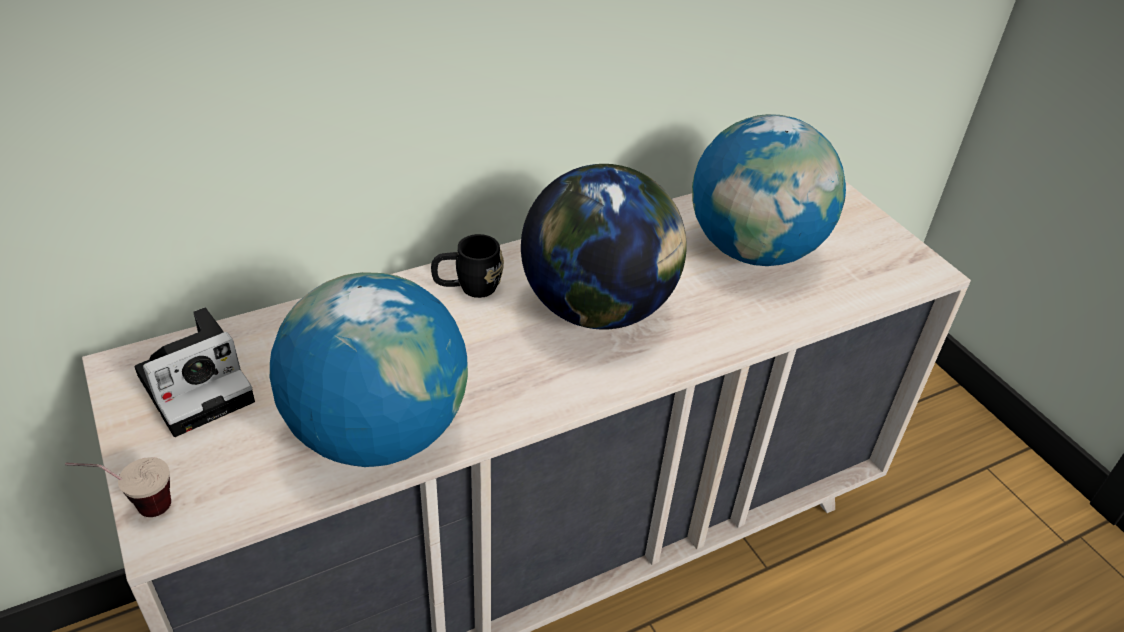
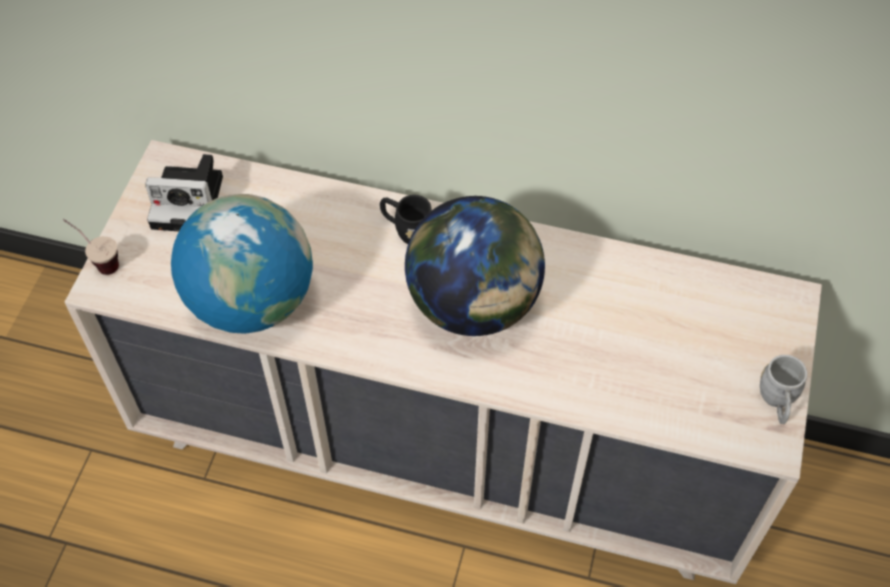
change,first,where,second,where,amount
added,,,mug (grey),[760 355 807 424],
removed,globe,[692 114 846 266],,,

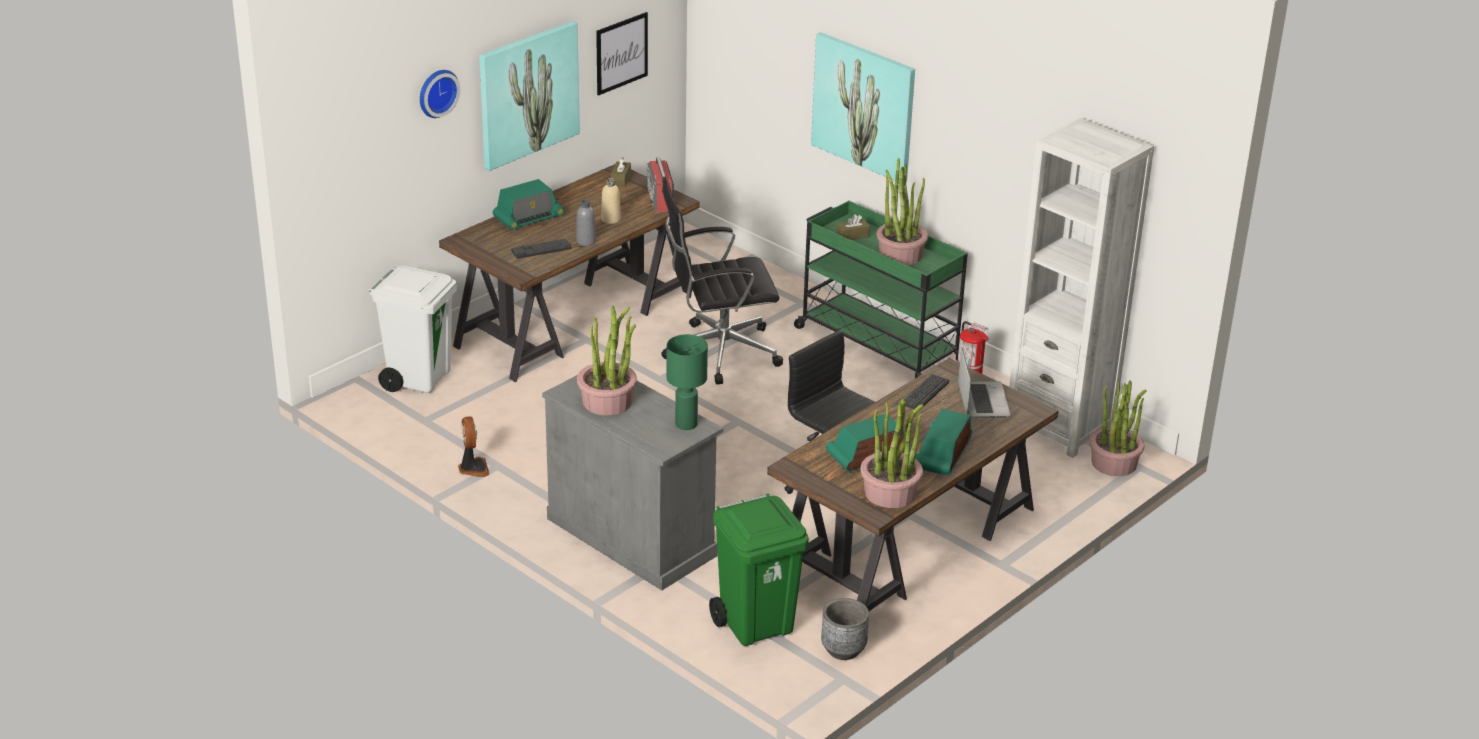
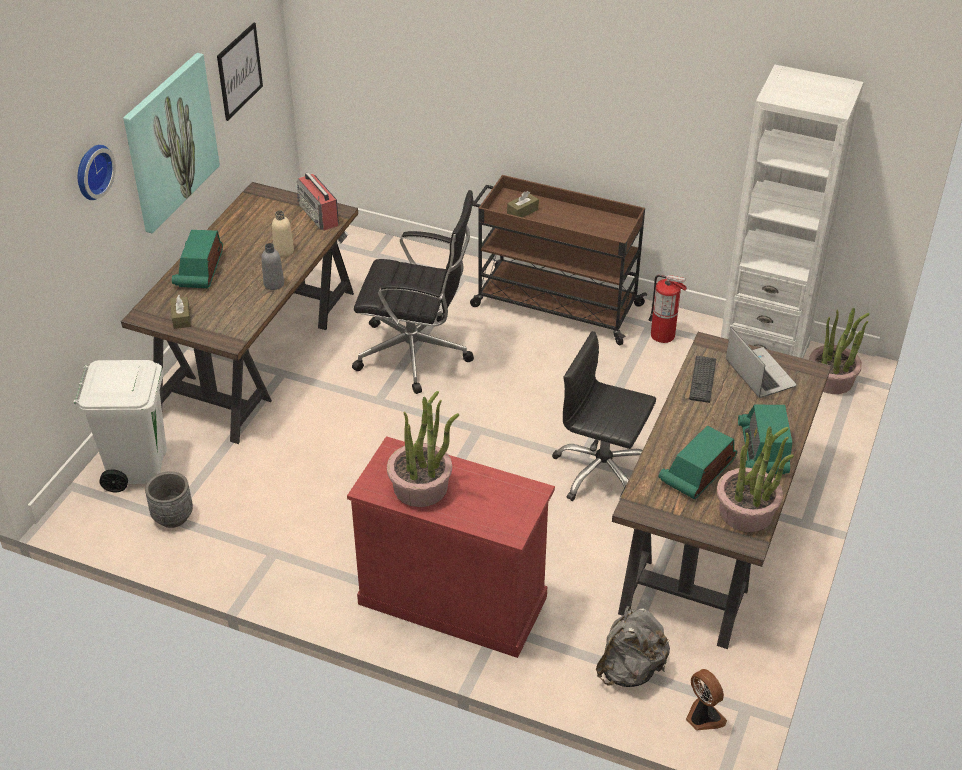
change,first,where,second,where,amount
moved,planter (grey),[821 598 869 660],,[145 471 193 528],
moved,tissue box (brown),[611 157 631 186],,[170 295 191 329],
turned,radio,[493 179 564 231],,[172 230 223 288],150 degrees clockwise
recoloured,cabinet (grey),[542 375 723 591],cabinet (red),[347 436 555 658],
turned,office chair (black),[661 179 783 384],,[352 190 474 394],135 degrees counterclockwise
recoloured,cart (green),[794 201 968 378],cart (brown),[470 175 647 345],
replaced,trash can (green),[709 494 809 646],backpack (grey),[596 606 670 687],
moved,fan,[458 416 490 477],,[686 669 727 730],
removed,keyboard,[511 239 572 259],,,
removed,table lamp (green),[666 334 708 430],,,
removed,picture,[811 32 915 182],,,
removed,potted plant,[876 158 928 265],,,

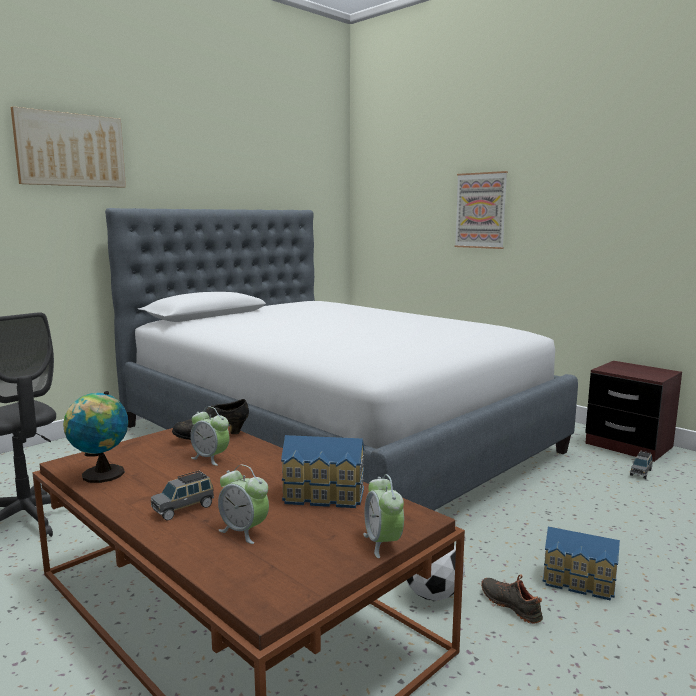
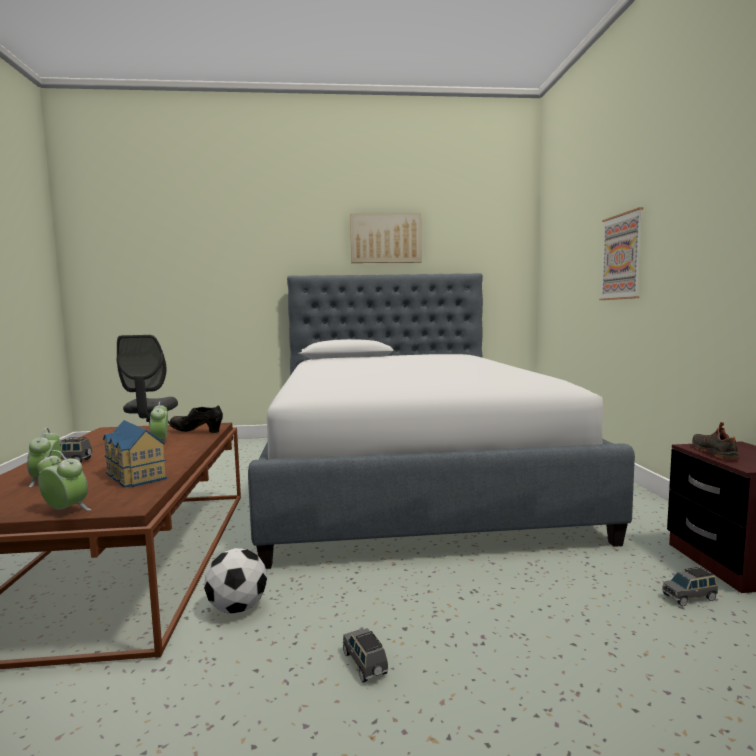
change,first,where,second,where,amount
turned,alarm clock,[363 474 404 558],,[37 450 91 511],90 degrees clockwise
replaced,toy house,[543 526 620 601],toy car (grey),[342 628 388 682],
moved,picture,[11 106 126 188],,[350 214 421 263],
moved,shoe (black),[481 575 543 624],,[692 422 740 460],
removed,globe,[63 391 128 483],,,

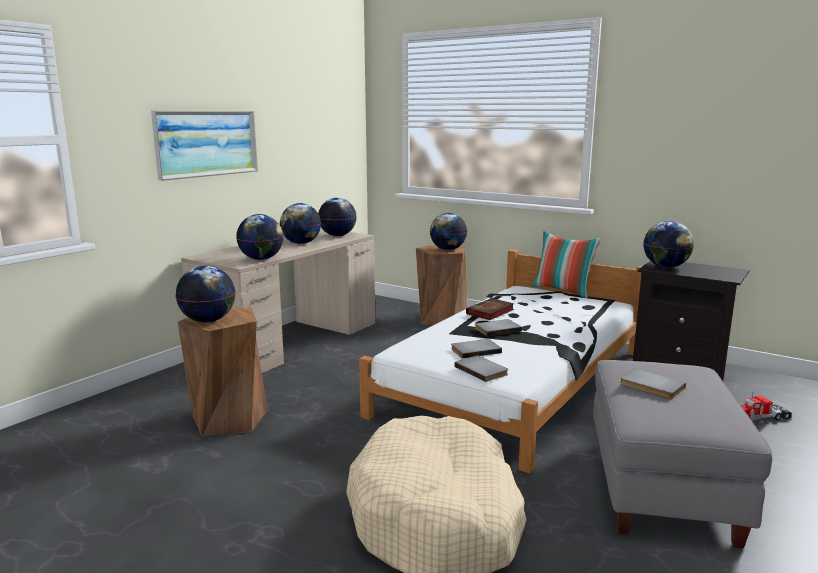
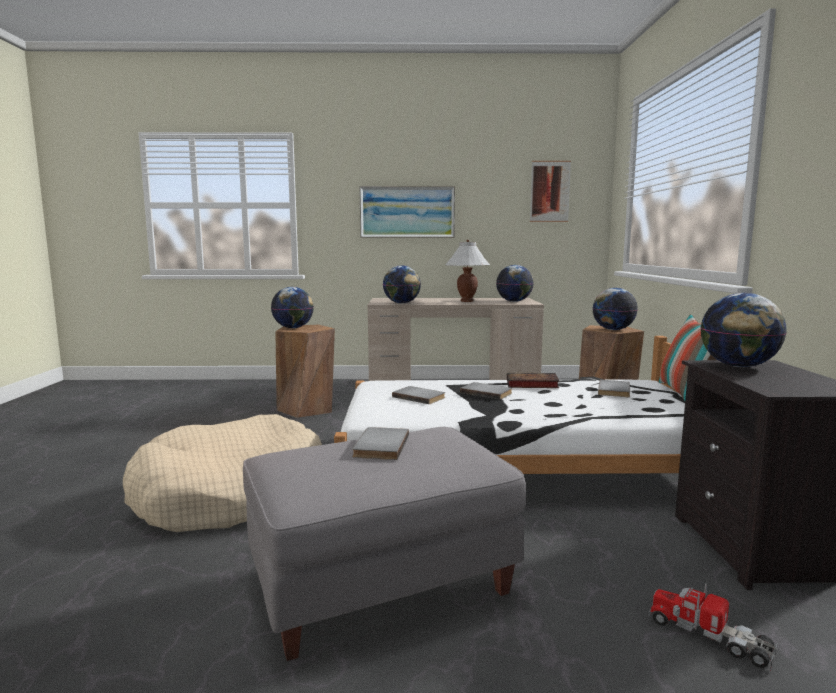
change,first,where,second,where,amount
replaced,globe,[280 203 321 244],table lamp (white),[445 240 490 302],
added,,,picture,[530 161 571 222],
moved,book (grey),[454 356 508 382],,[598 380 630 397],

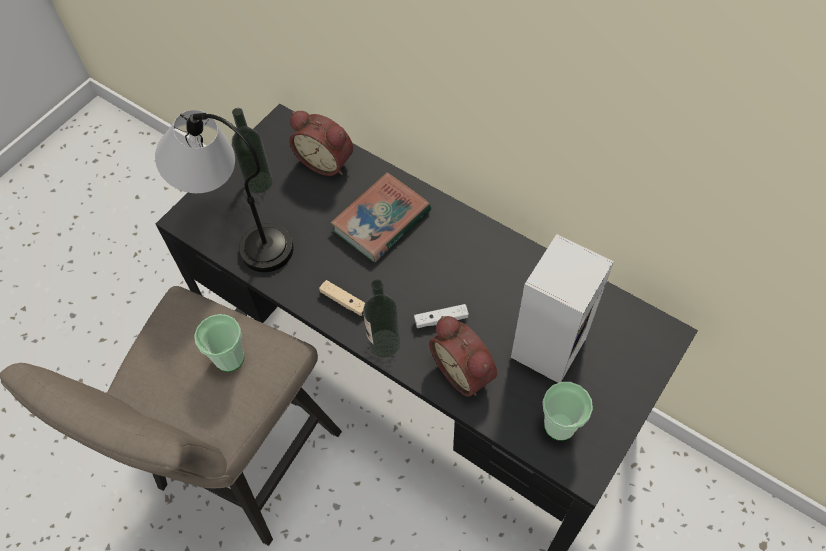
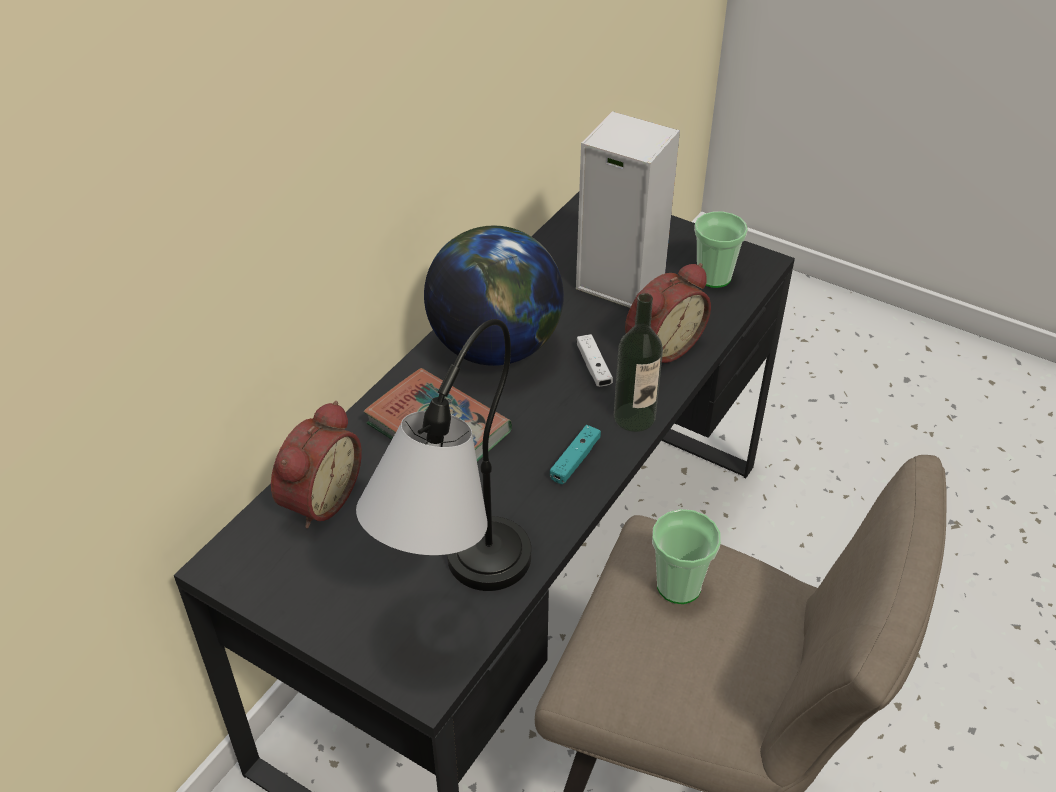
change,first,where,second,where,amount
added,,,globe,[424 226 564 366],
recoloured,game controller (beige),[319 280 365 316],game controller (turquoise),[550 425 601 484],
removed,bottle,[232 108 273 193],,,

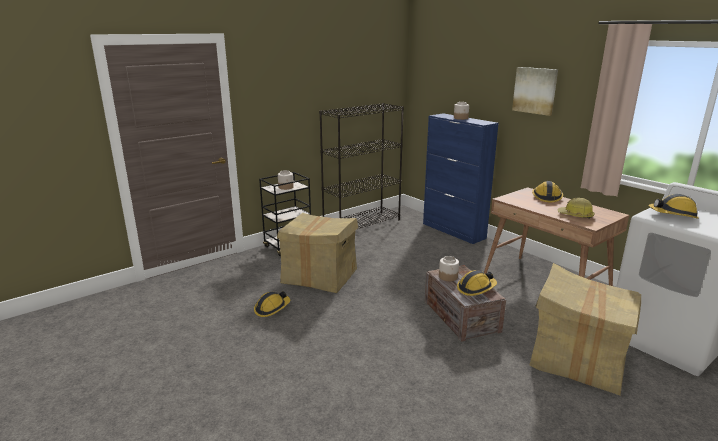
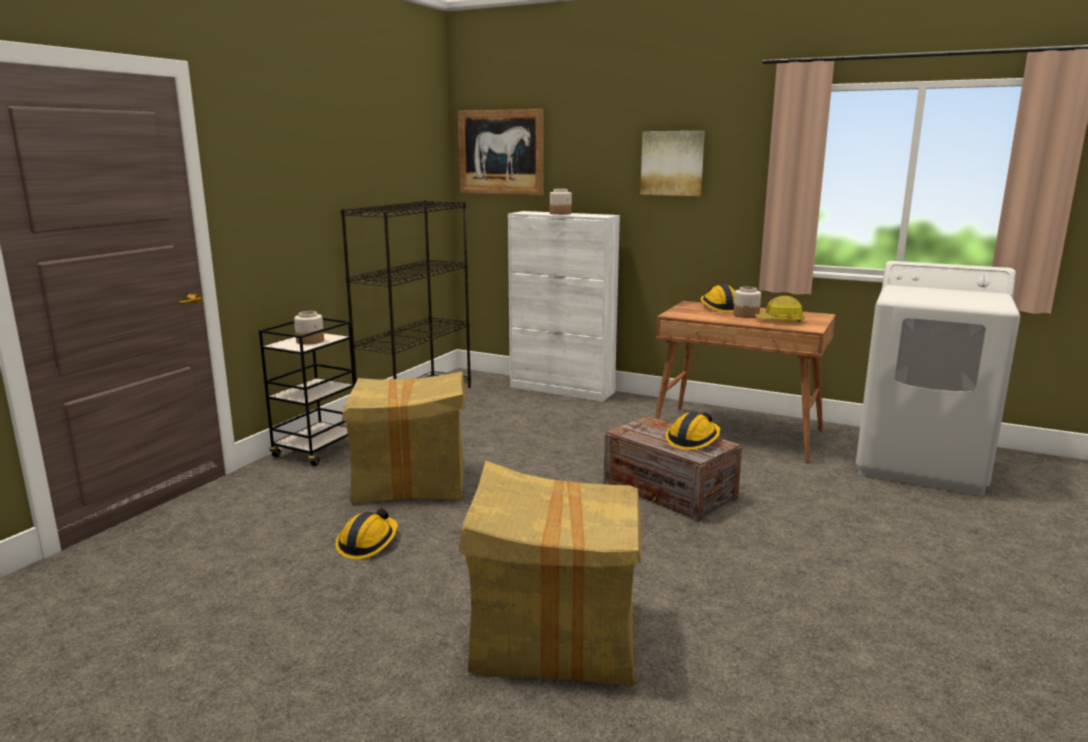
change,first,where,second,where,amount
added,,,picture,[458 109 543 195],
moved,cardboard box,[530 263 641 395],,[459 461 641 686],
recoloured,cabinet (blue),[423 113 499 244],cabinet (white),[508 211 620 402],
moved,jar,[439 256 459 281],,[733 287 761 318],
removed,hard hat,[648 194 699 219],,,

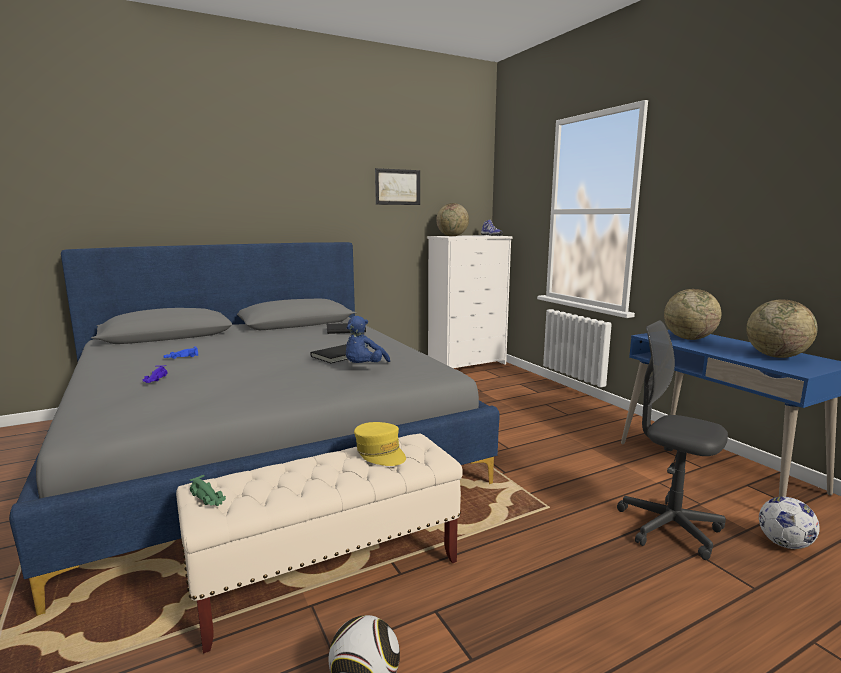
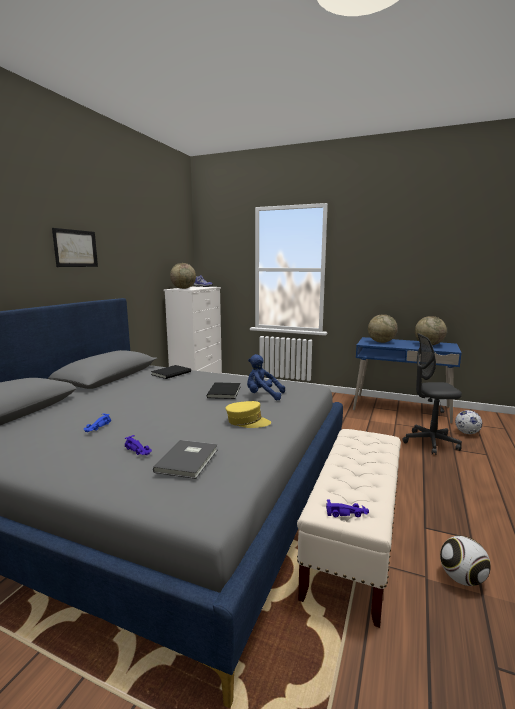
change,first,where,second,where,amount
moved,picture,[375 168 420 205],,[52 228 98 267],
added,,,book (grey),[153 440 218 479],
moved,cap (yellow),[354 422 406 466],,[226 401 271 428],
turned,plush toy (blue),[346 316 390 363],,[247 354 285 400],120 degrees clockwise
recoloured,toy car (green),[190 475 226 506],toy car (purple),[326 500 369 517],

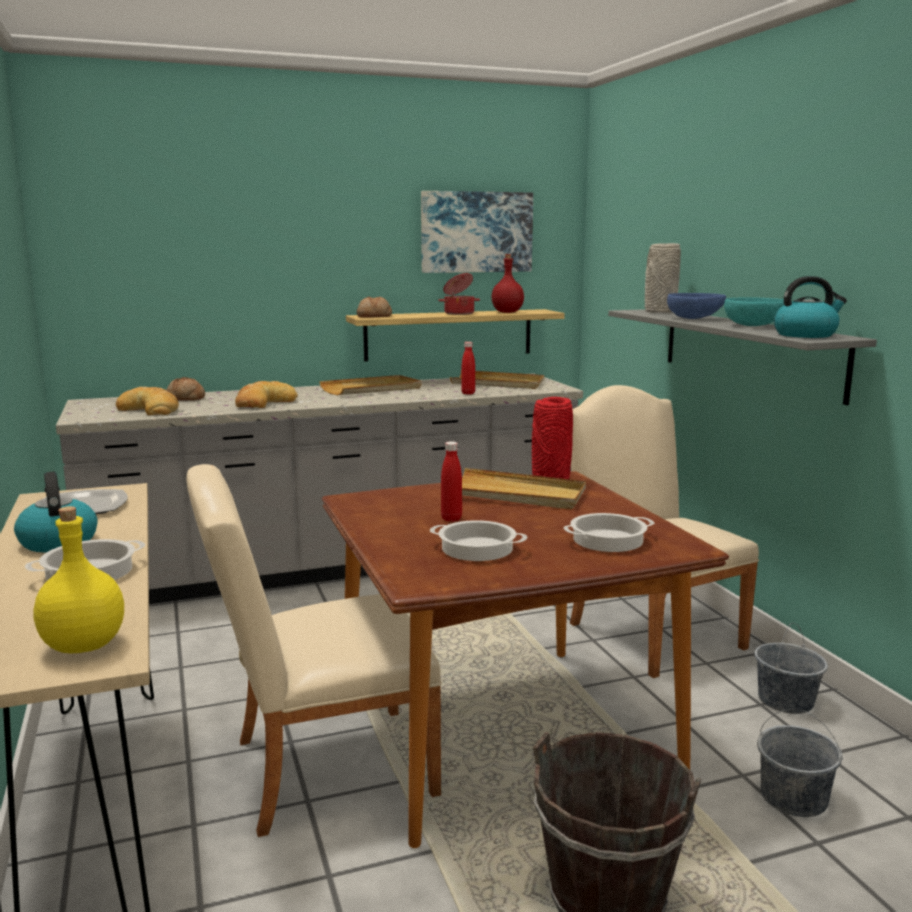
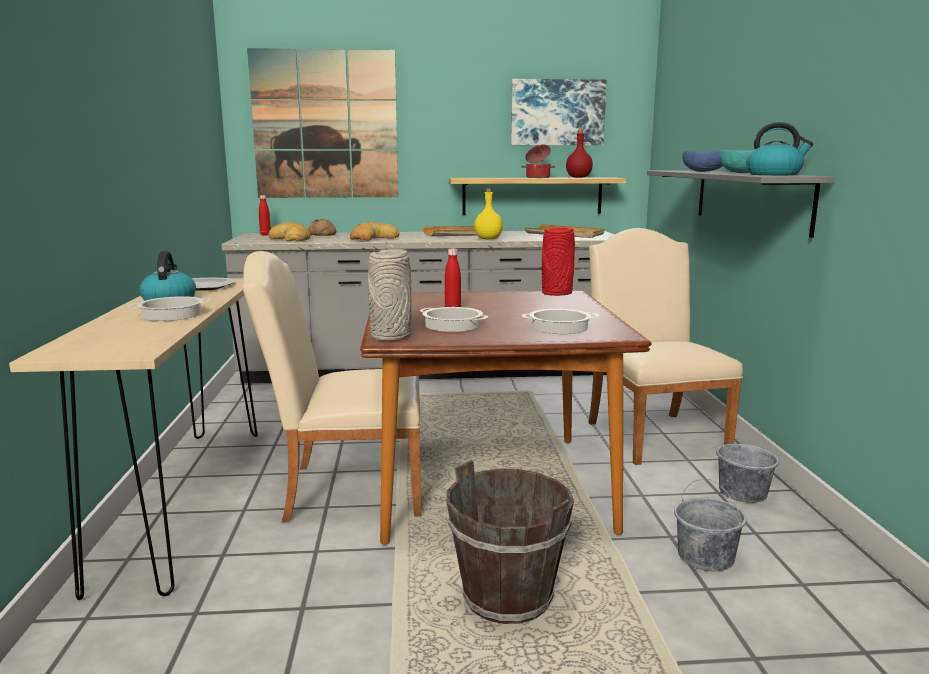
change,first,where,second,where,amount
added,,,picture,[247 48 398 198],
moved,bottle (red),[461 342 475 395],,[259 195 271 235],
moved,vase (grey),[645 243 681 313],,[368 249 412 341],
moved,bottle (yellow),[34 506 124 653],,[474 188 503 240],
removed,bread,[357 297 392 317],,,
removed,tray (beige),[462 468 586 510],,,

